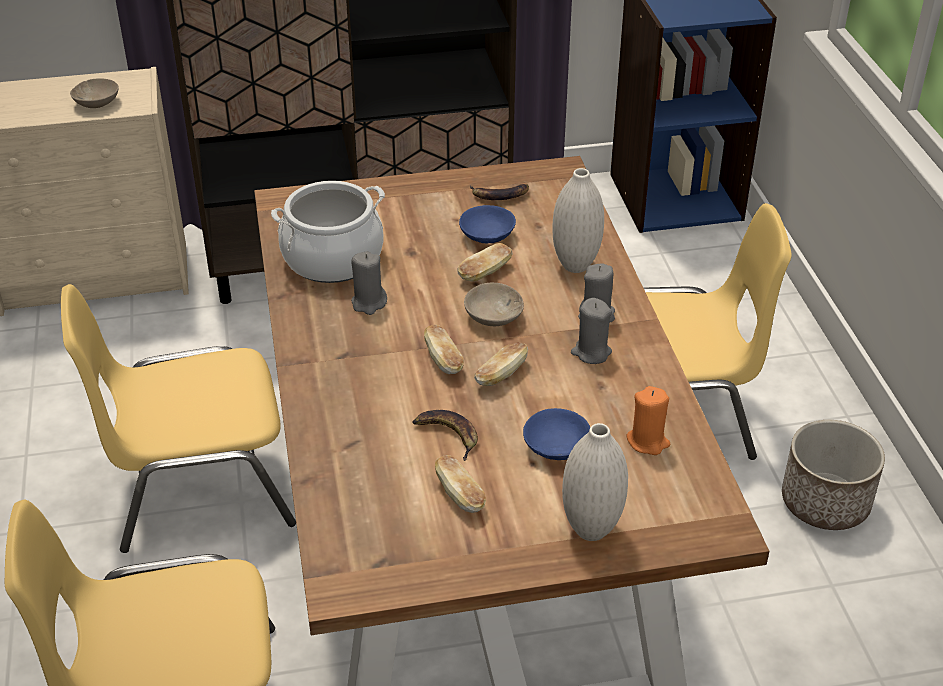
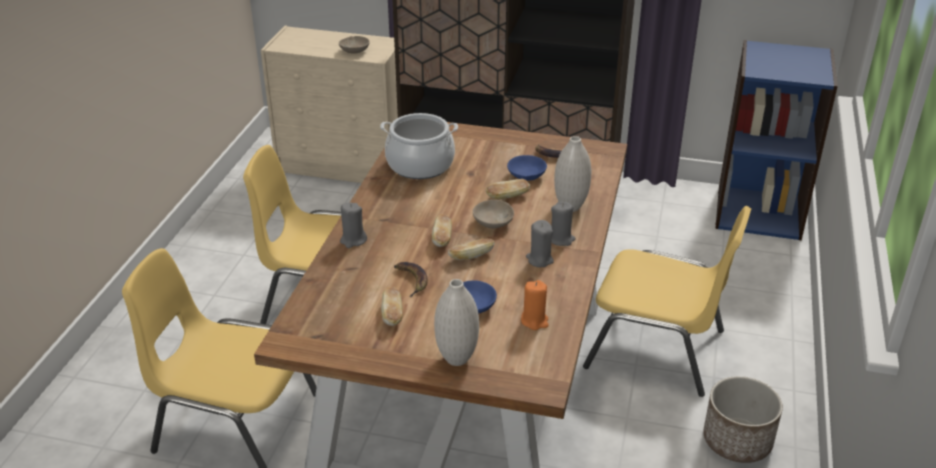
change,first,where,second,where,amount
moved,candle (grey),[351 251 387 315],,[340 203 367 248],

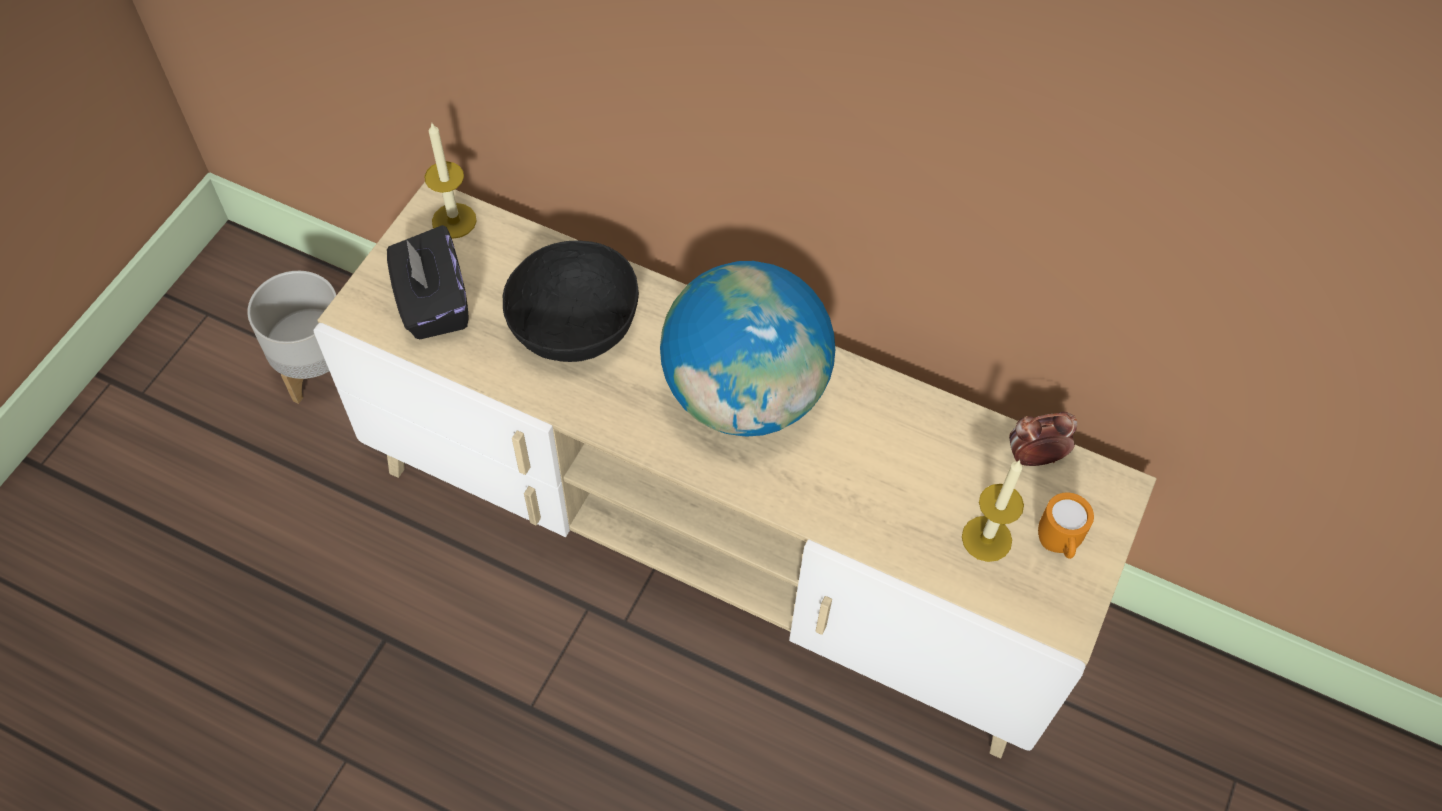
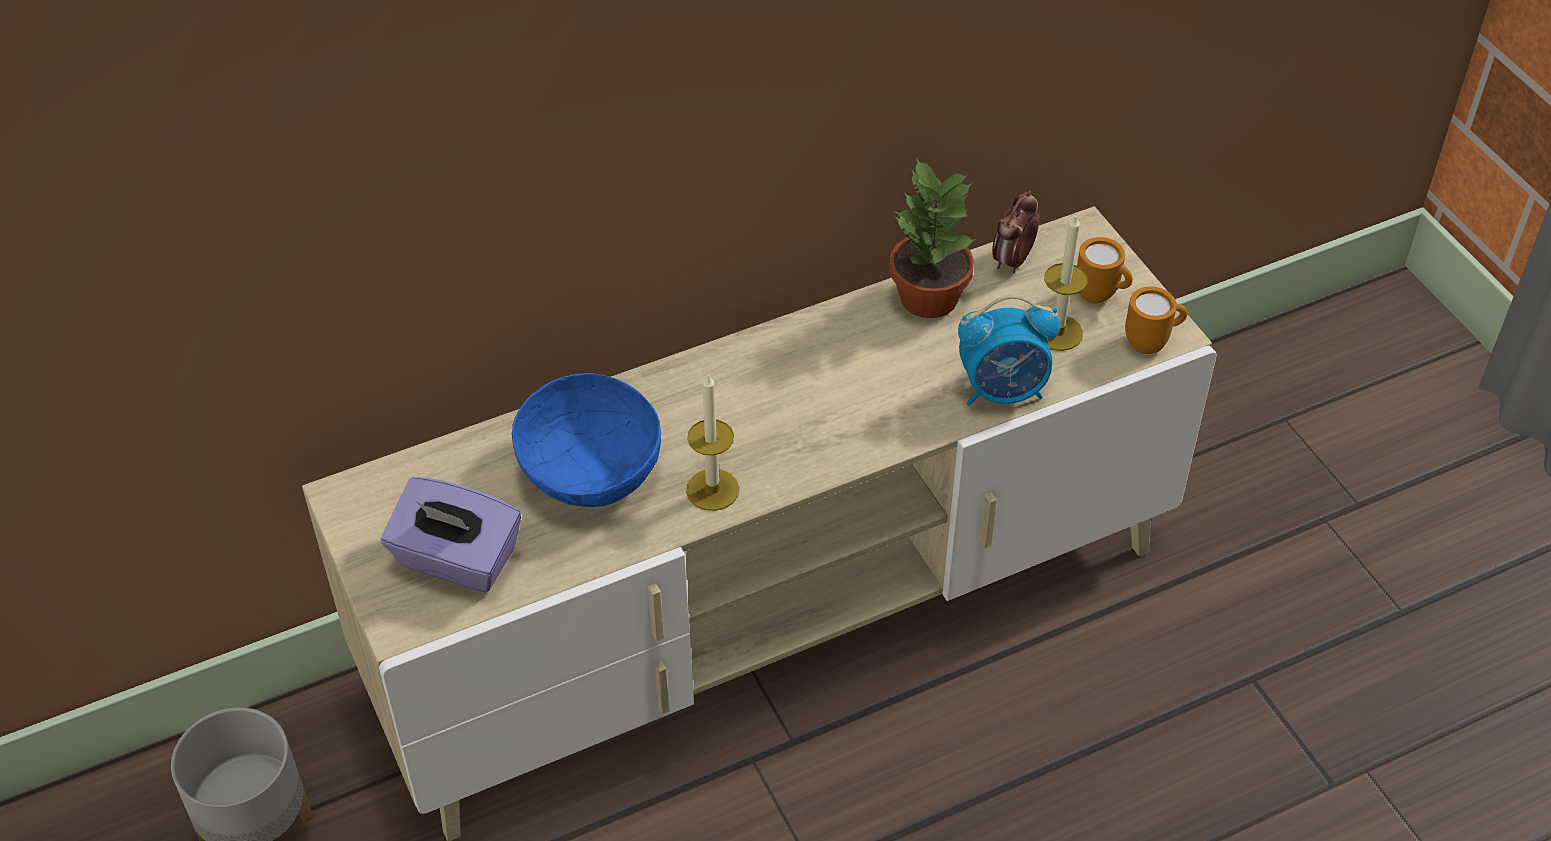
change,first,where,second,where,amount
recoloured,tissue box (black),[387 225 469 339],tissue box (purple),[381 477 521 593],
recoloured,bowl (black),[502 240 639 362],bowl (blue),[512 373 661 507],
moved,candle,[424 123 477 239],,[686 373 740 511],
added,,,potted plant,[889 158 976 318],
added,,,alarm clock,[958 295 1060 406],
added,,,mug (orange),[1125 287 1187 354],
removed,globe,[660 261 835 436],,,

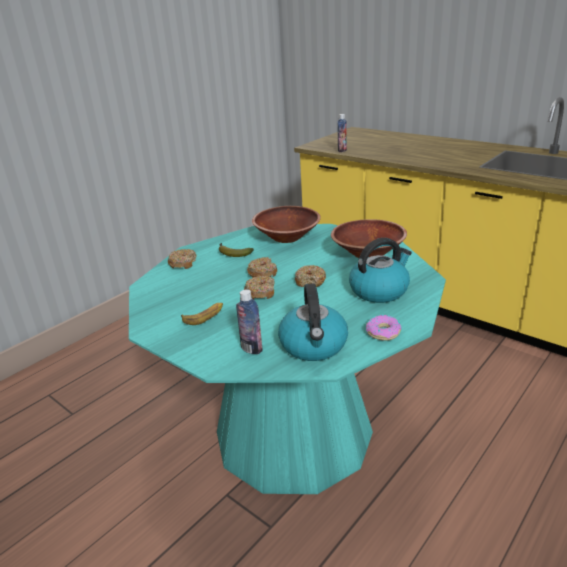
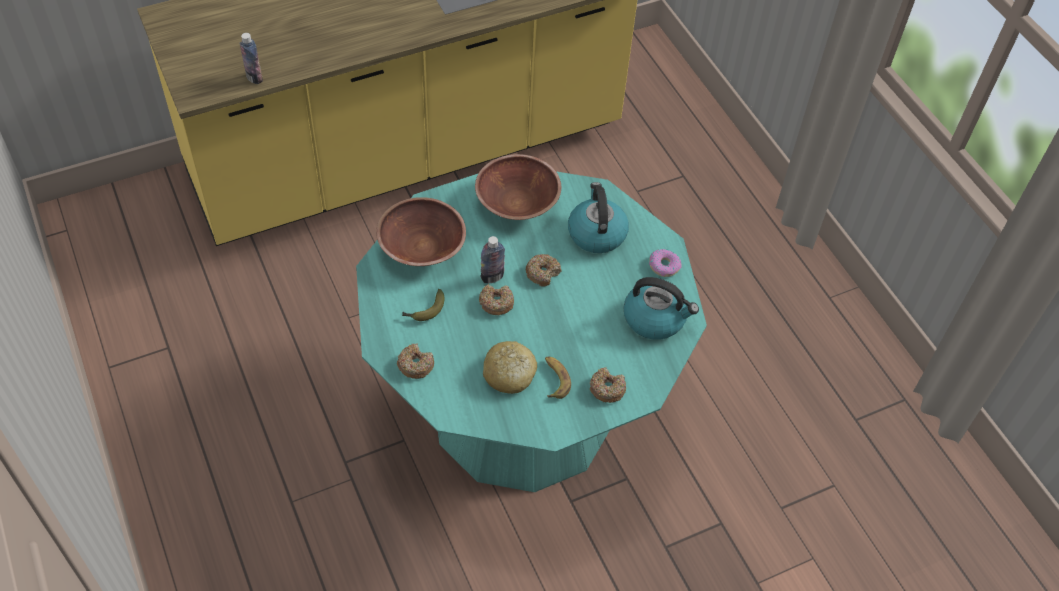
change,first,where,second,where,amount
moved,bottle,[236 289 263 354],,[481 236 505 283],
added,,,bread,[483 341 537 394],
moved,donut,[244 276 275 299],,[590 367 626 403],

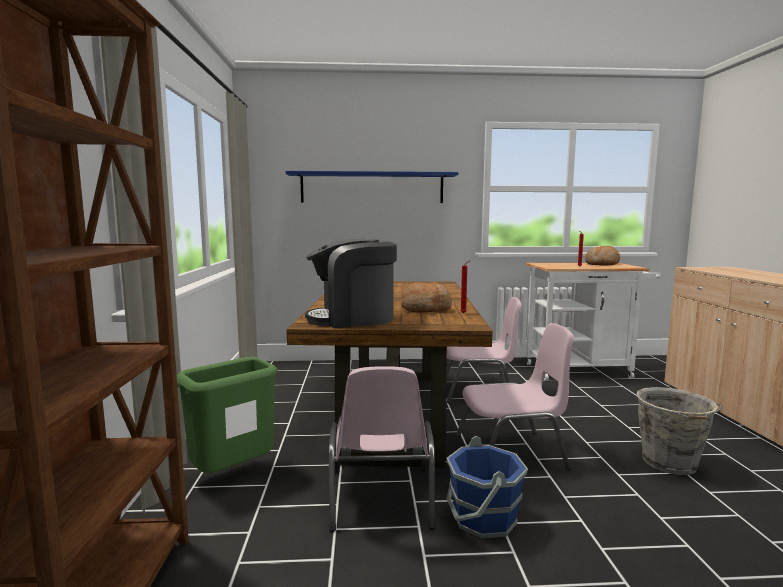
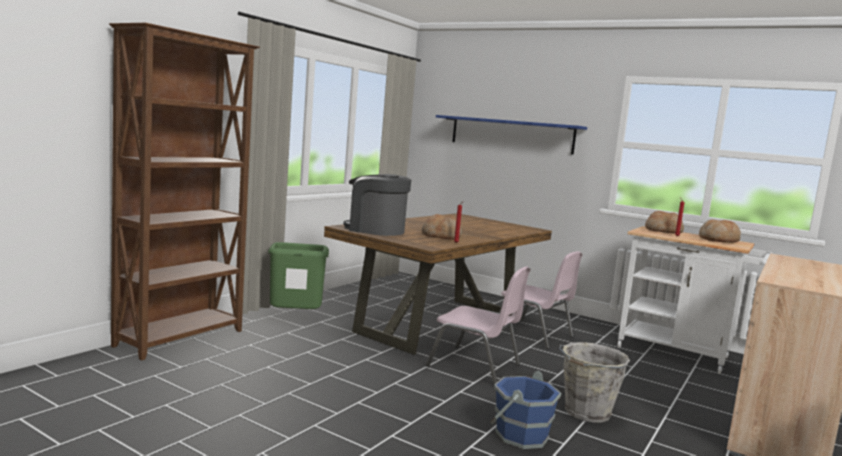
change,first,where,second,where,amount
moved,bucket (blue),[446 436 528 539],,[491 371 562 449],
added,,,bread,[645 211 684 234],
removed,chair (pink),[329 366 435 532],,,

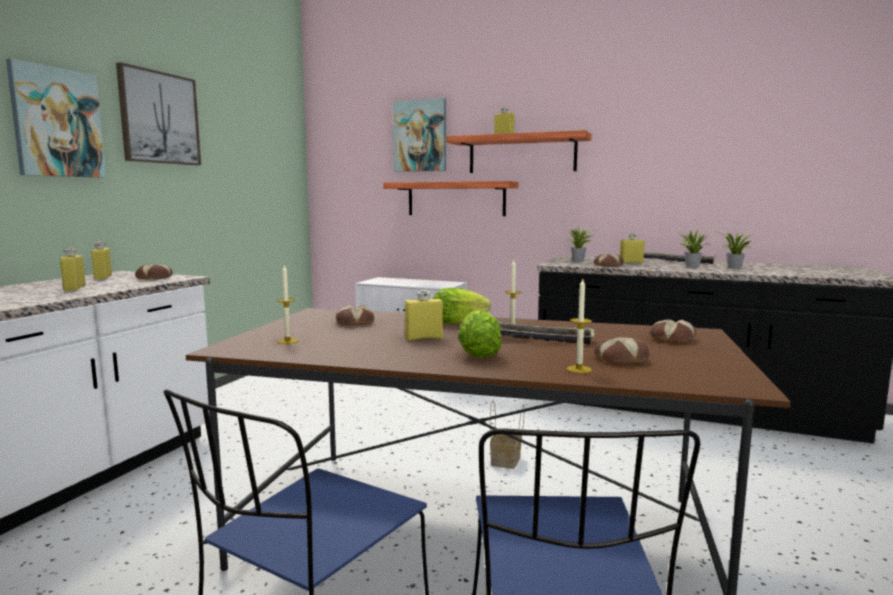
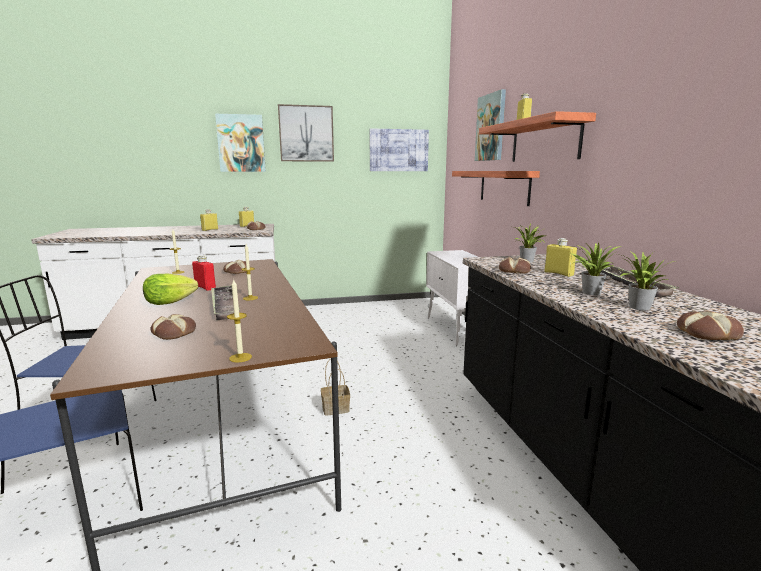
change,first,where,second,where,amount
recoloured,bottle (yellow),[405 290 443 341],bottle (red),[192 255 216 291],
moved,candle,[566 279 592 373],,[227 280 252 363],
added,,,picture,[370 128 429 171],
moved,bread,[650 319 696 343],,[677 311 744 340],
removed,lettuce,[433 288 491 324],,,

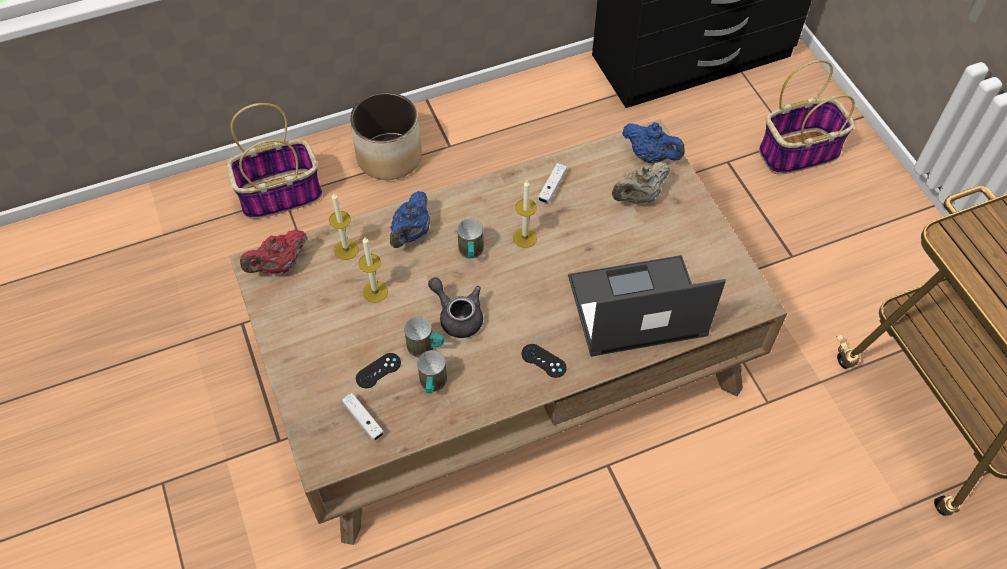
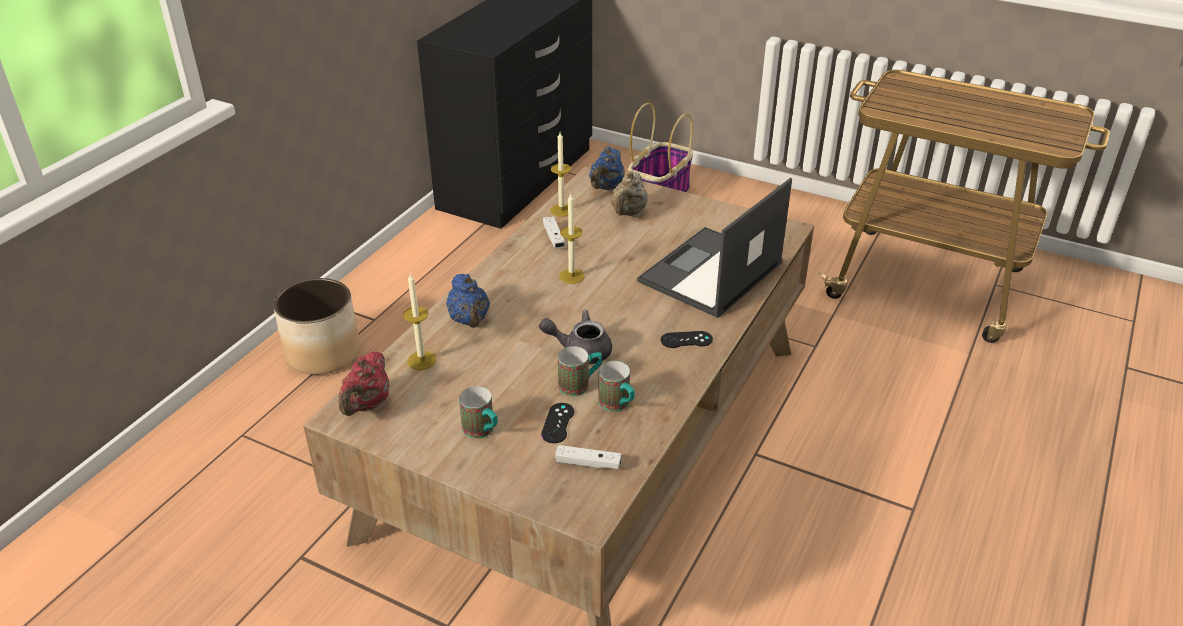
change,first,where,second,where,amount
moved,mug,[457 219 484 259],,[459 386 498 439],
moved,candle,[359 236 388 303],,[550 132 571 217],
turned,teapot (blue),[622 122 685 163],,[589 146 625 190],120 degrees clockwise
removed,basket,[227 103 322 219],,,

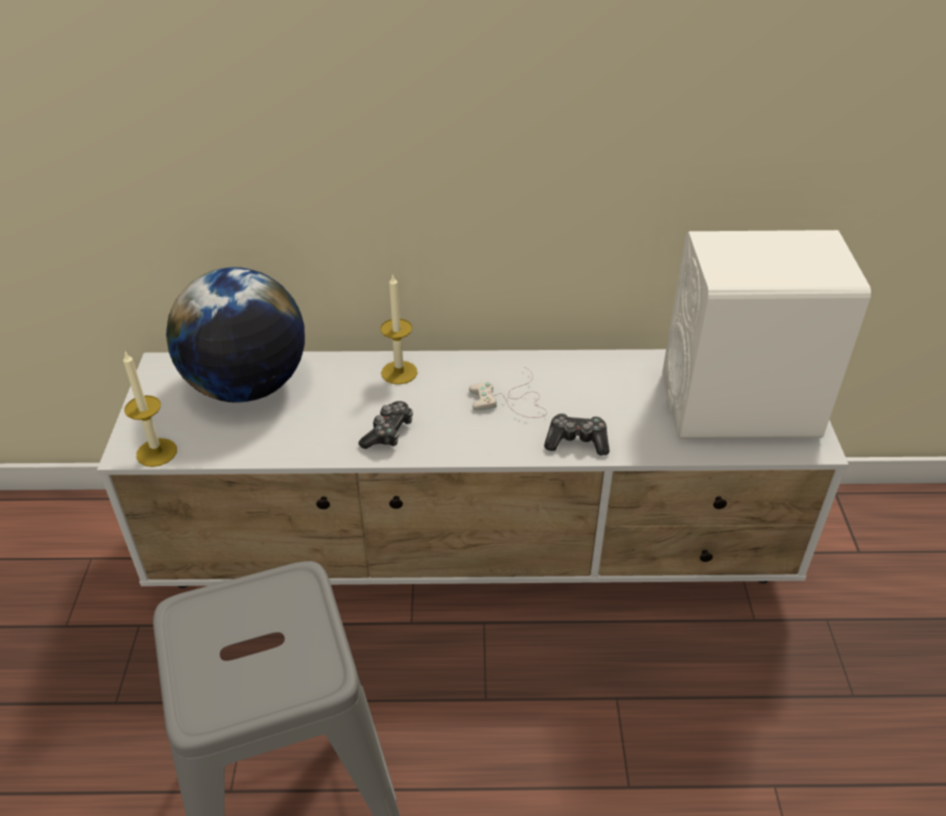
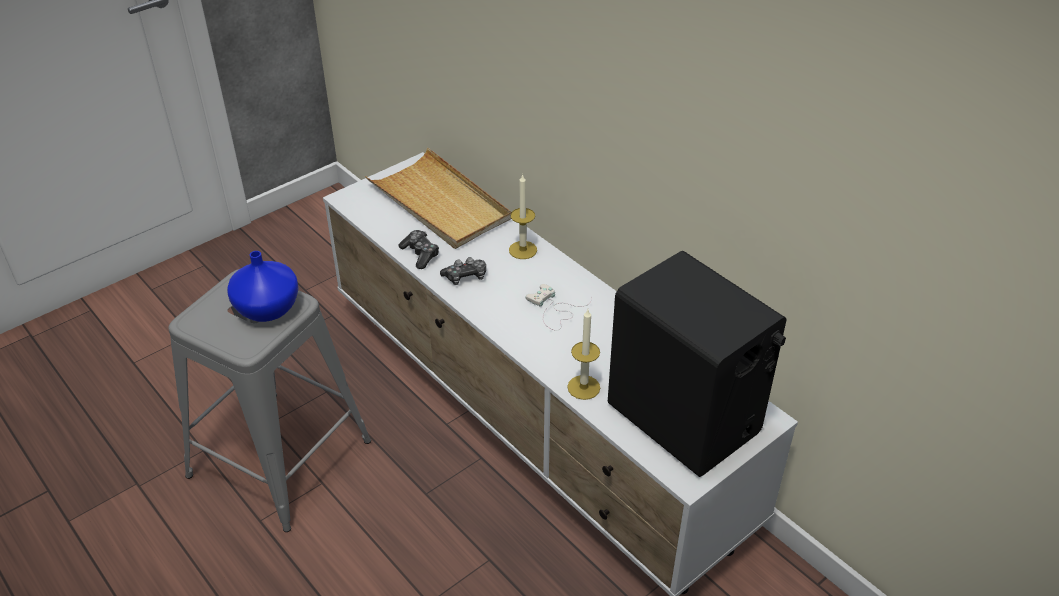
change,first,where,second,where,amount
added,,,vase (blue),[227 251 299 322],
replaced,globe,[166 267 305 403],tray (beige),[365 148 511 249],
moved,game controller,[544 413 609 455],,[398 230 439 269],
moved,candle,[123 351 177 467],,[567 309 600 400],
recoloured,speaker (white),[663 230 871 439],speaker (black),[608 251 787 477],

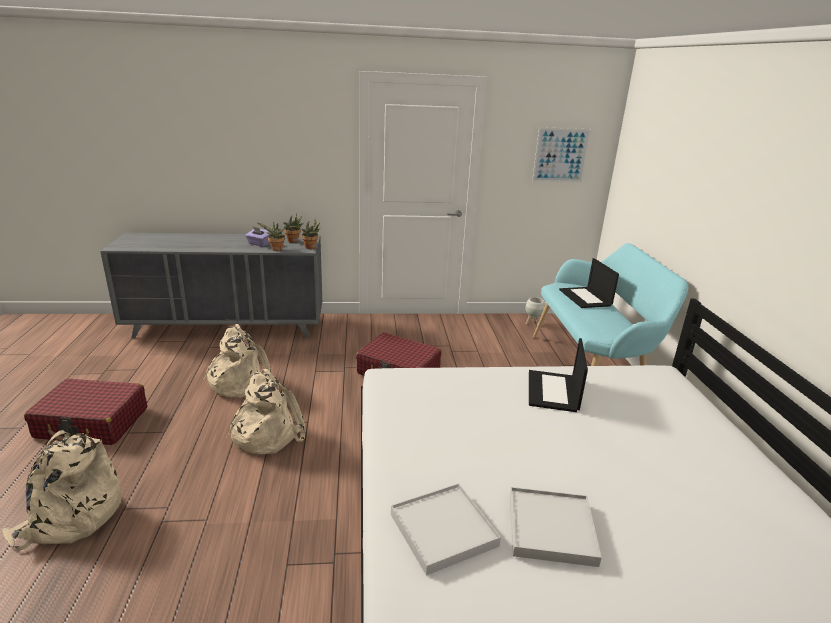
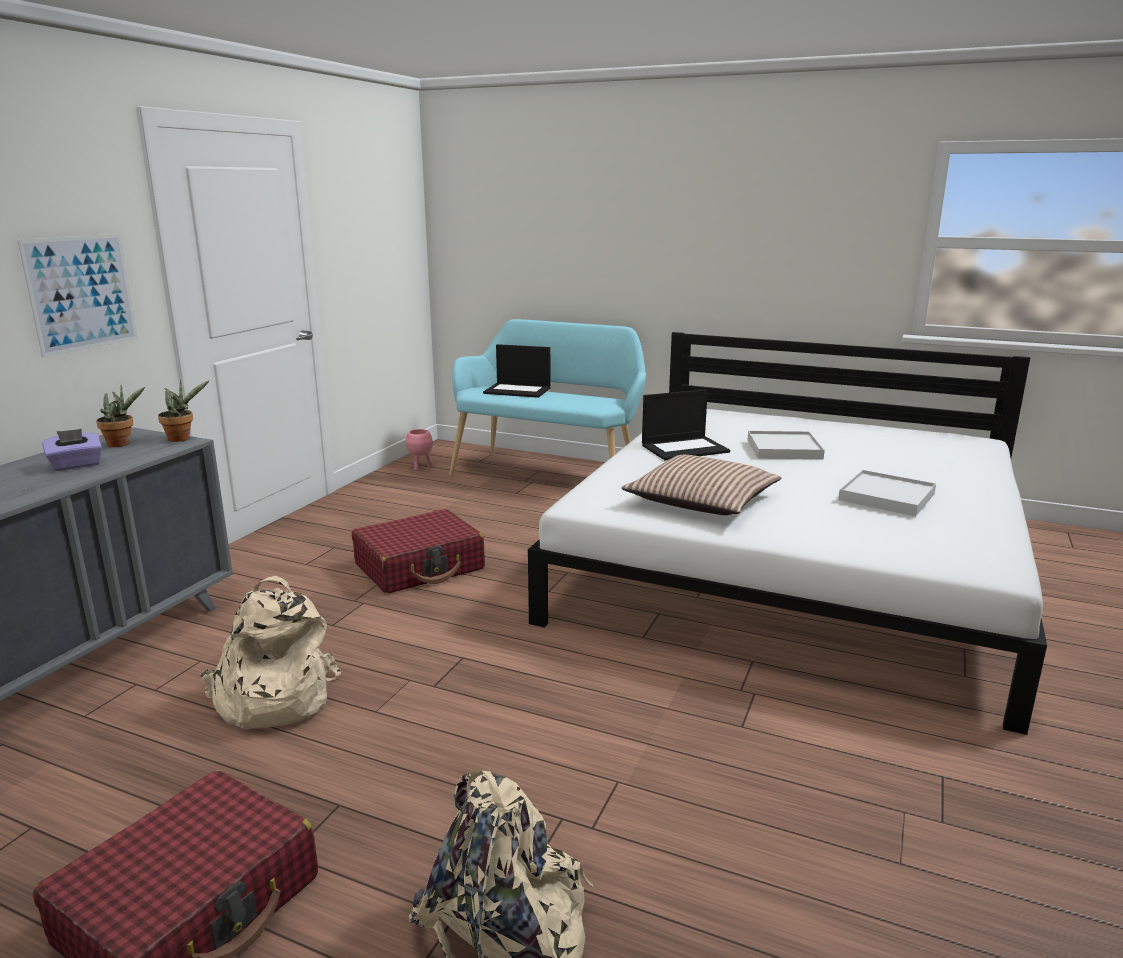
change,first,where,second,where,amount
moved,picture,[532 127 591 183],,[17 234 138 357],
recoloured,planter (white),[525 297 545 325],planter (pink),[406 429 433 470],
added,,,pillow,[621 455 782 515],
turned,laptop,[529 338 588 412],,[642 389 730 460],60 degrees counterclockwise
moved,tray (white),[391 483 501 576],,[747 431 825 459],
removed,backpack (beige),[226 369 306 454],,,
removed,potted plant,[258 221 287 251],,,

